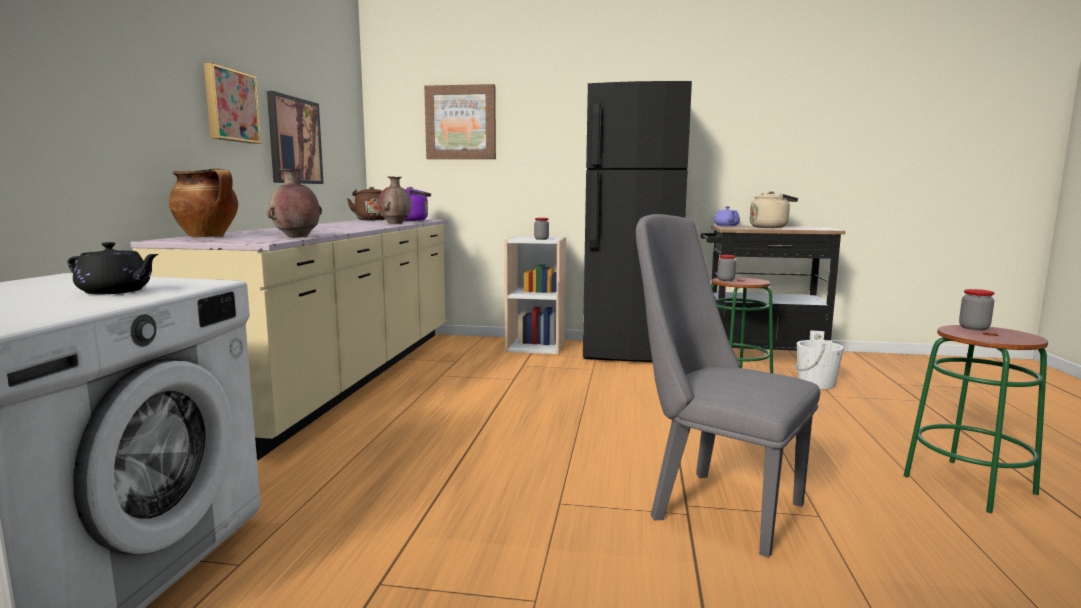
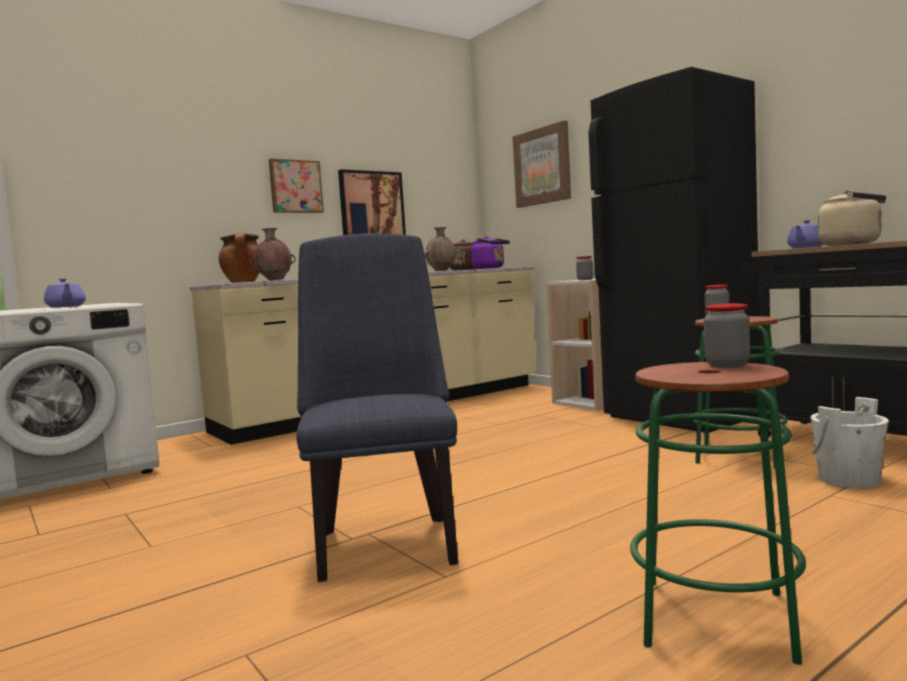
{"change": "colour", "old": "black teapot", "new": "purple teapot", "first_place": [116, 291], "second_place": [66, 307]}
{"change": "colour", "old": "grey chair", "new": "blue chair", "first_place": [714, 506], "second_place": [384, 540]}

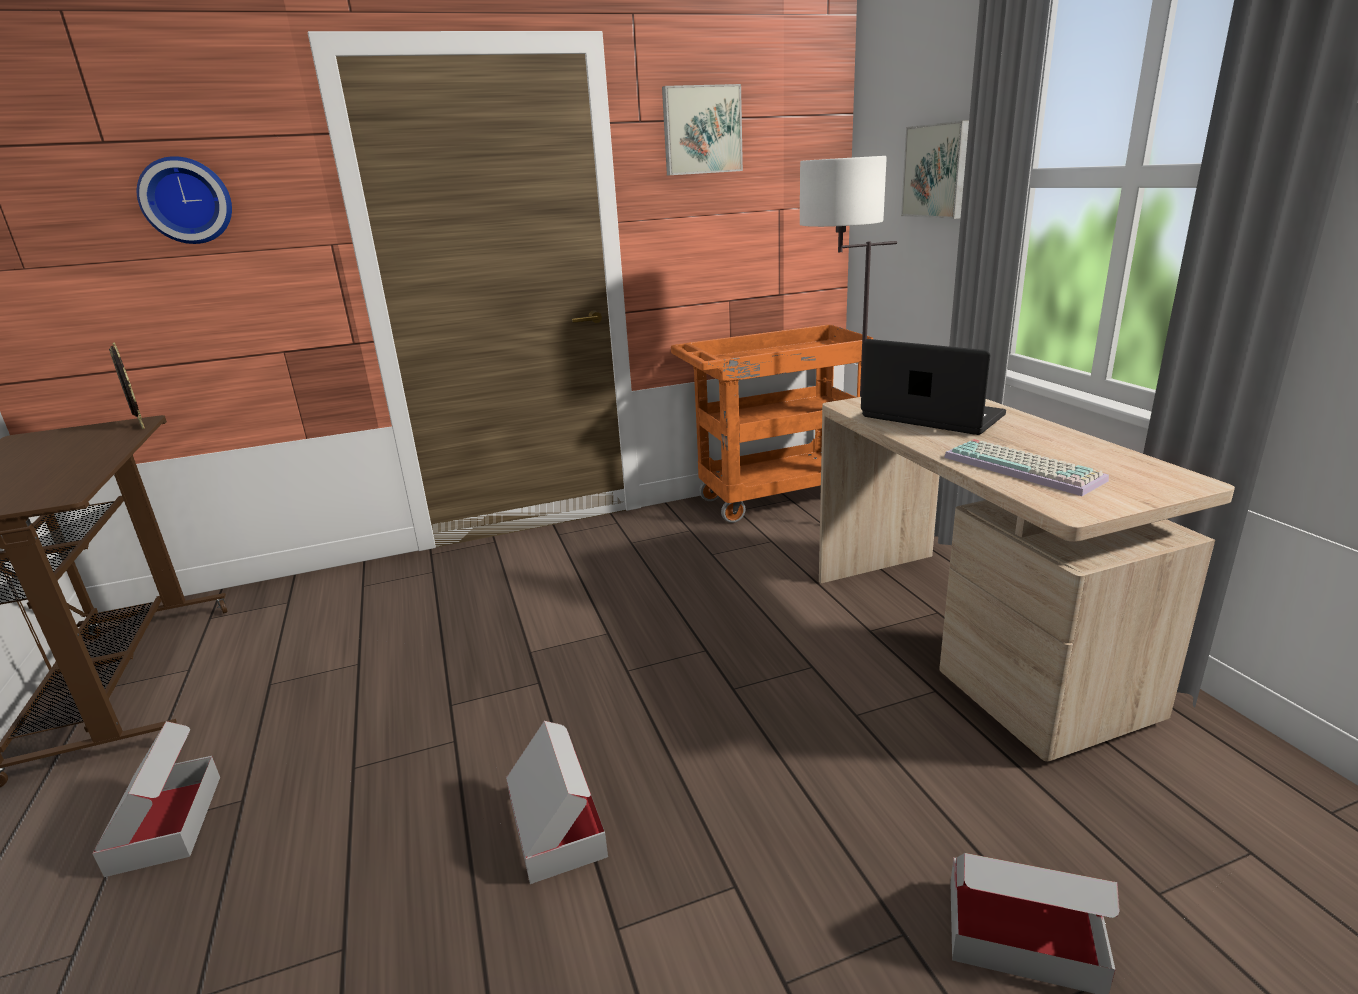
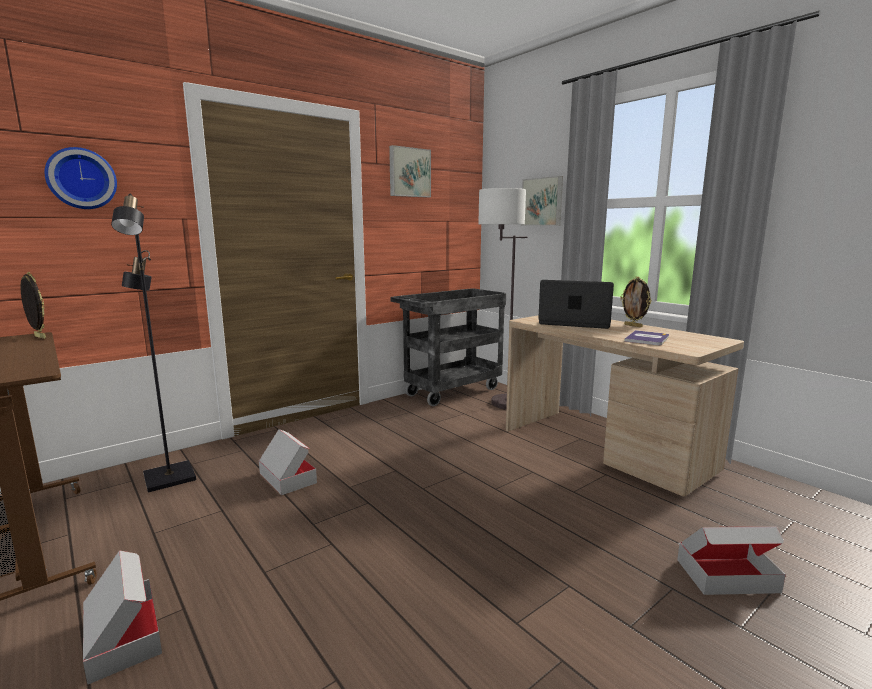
{"change": "appeared", "new": "black floor lamp", "second_place": [170, 477]}
{"change": "appeared", "new": "picture frame", "second_place": [633, 326]}
{"change": "relocated", "old": "cardboard box", "first_place": [556, 826], "second_place": [287, 478]}
{"change": "exchanged", "old": "keyboard", "new": "book", "first_place": [1025, 468], "second_place": [647, 339]}
{"change": "colour", "old": "orange cart", "new": "black cart", "first_place": [772, 500], "second_place": [449, 393]}

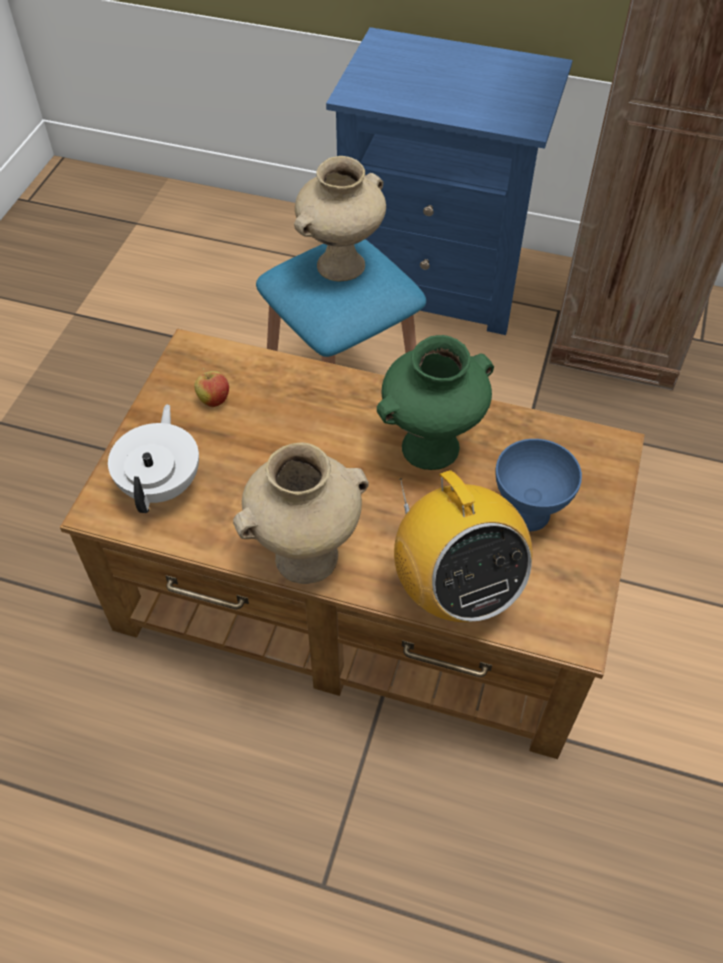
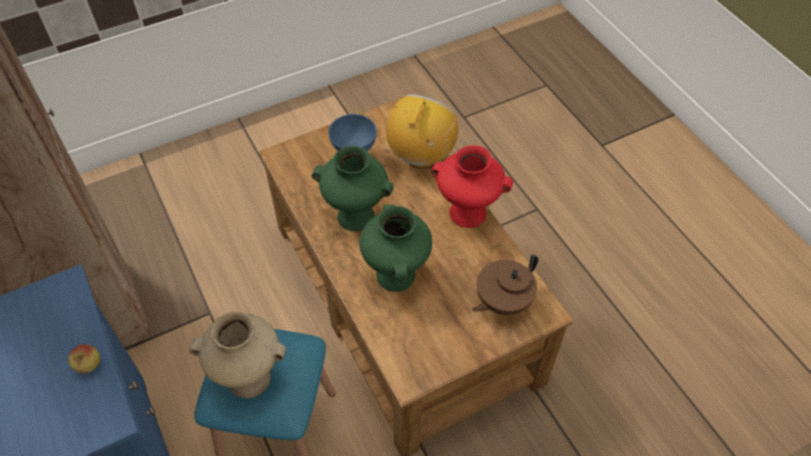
{"change": "appeared", "new": "green vase", "second_place": [397, 276]}
{"change": "relocated", "old": "apple", "first_place": [214, 400], "second_place": [89, 366]}
{"change": "colour", "old": "white teapot", "new": "brown teapot", "first_place": [162, 484], "second_place": [502, 301]}
{"change": "colour", "old": "beige vase", "new": "red vase", "first_place": [307, 555], "second_place": [466, 214]}

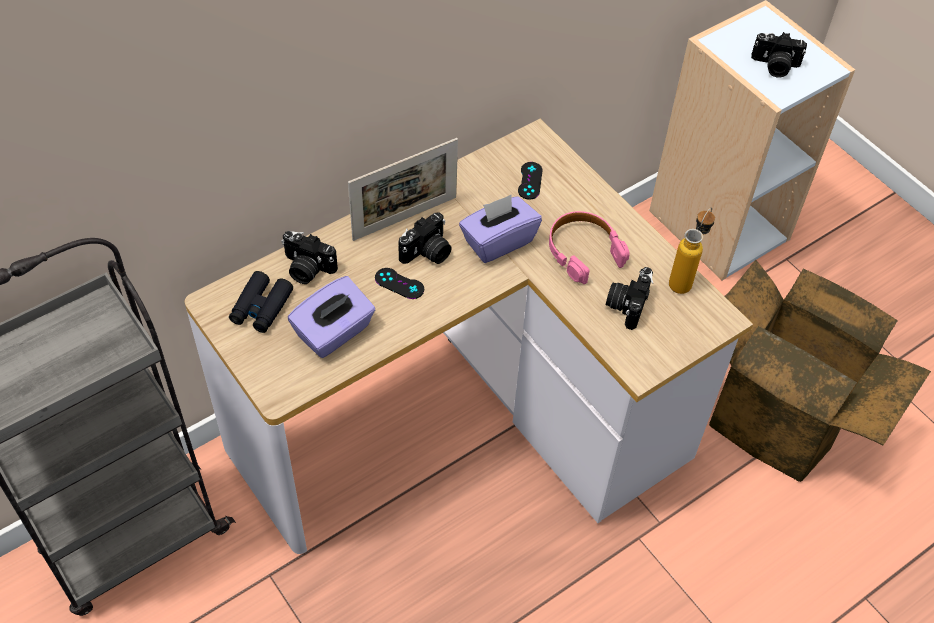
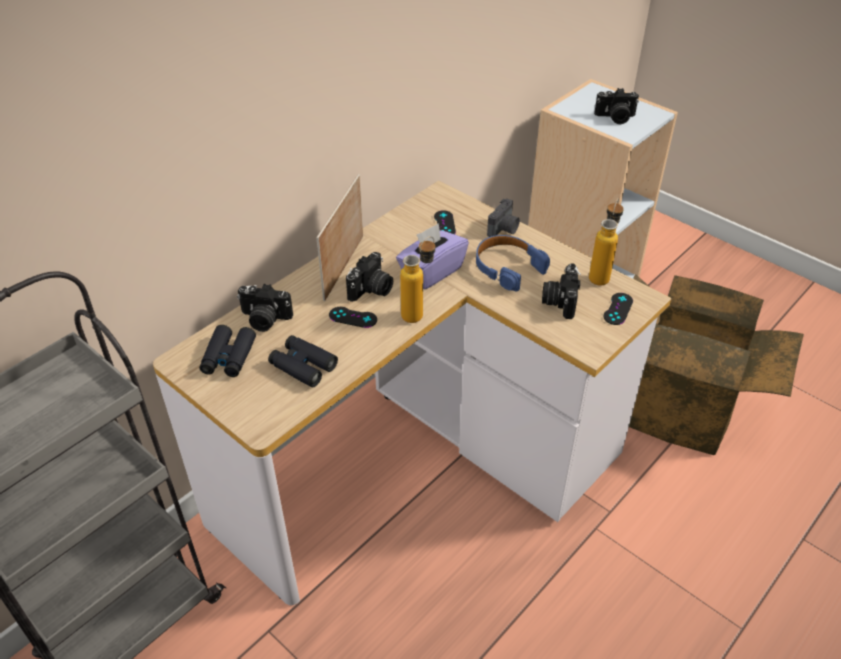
{"change": "appeared", "new": "bottle", "second_place": [418, 312]}
{"change": "appeared", "new": "photo camera", "second_place": [504, 229]}
{"change": "appeared", "new": "black game controller", "second_place": [618, 309]}
{"change": "exchanged", "old": "purple tissue box", "new": "black binoculars", "first_place": [334, 332], "second_place": [303, 366]}
{"change": "colour", "old": "pink headphones", "new": "blue headphones", "first_place": [583, 251], "second_place": [507, 267]}
{"change": "spun", "old": "picture frame", "first_place": [405, 218], "second_place": [344, 267], "degrees": 150}

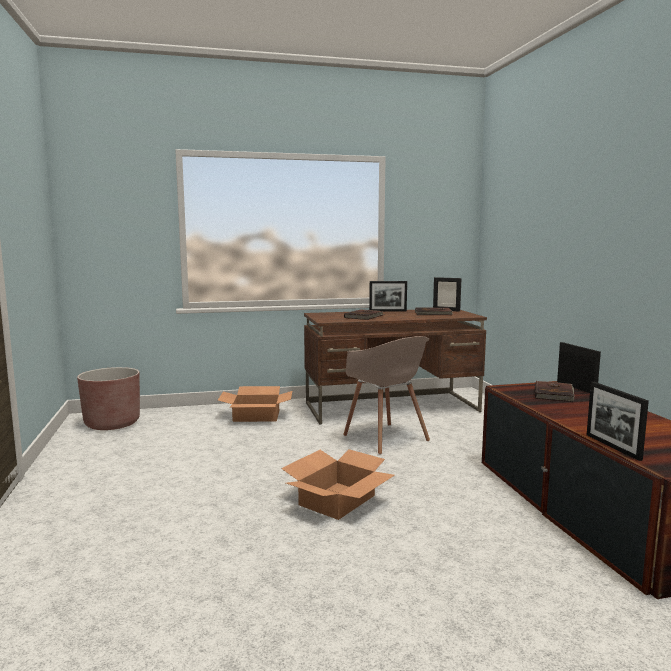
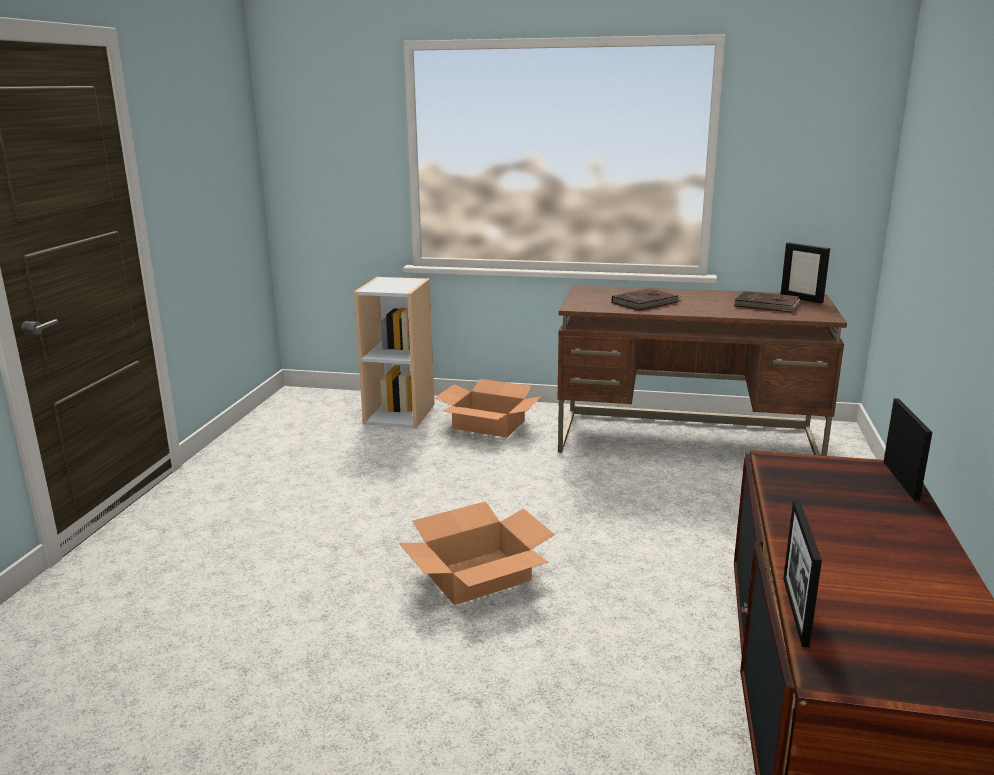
{"change": "missing", "old": "brown planter", "first_place": [112, 423]}
{"change": "missing", "old": "beige chair", "first_place": [386, 439]}
{"change": "missing", "old": "picture frame", "first_place": [387, 311]}
{"change": "missing", "old": "brown book", "first_place": [554, 394]}
{"change": "appeared", "new": "bookcase", "second_place": [400, 413]}

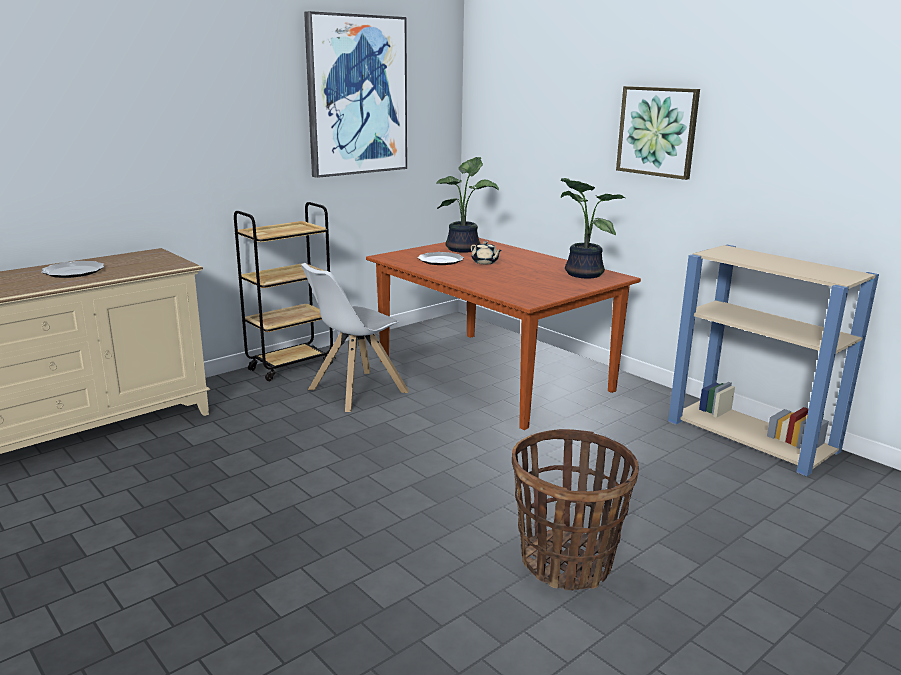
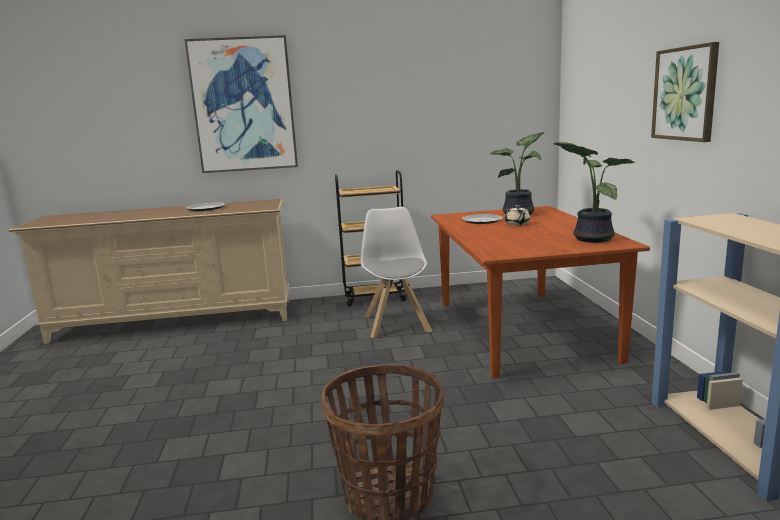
{"change": "relocated", "old": "picture", "first_place": [356, 96], "second_place": [244, 105]}
{"change": "spun", "old": "chair", "first_place": [355, 391], "second_place": [397, 323], "degrees": 90}

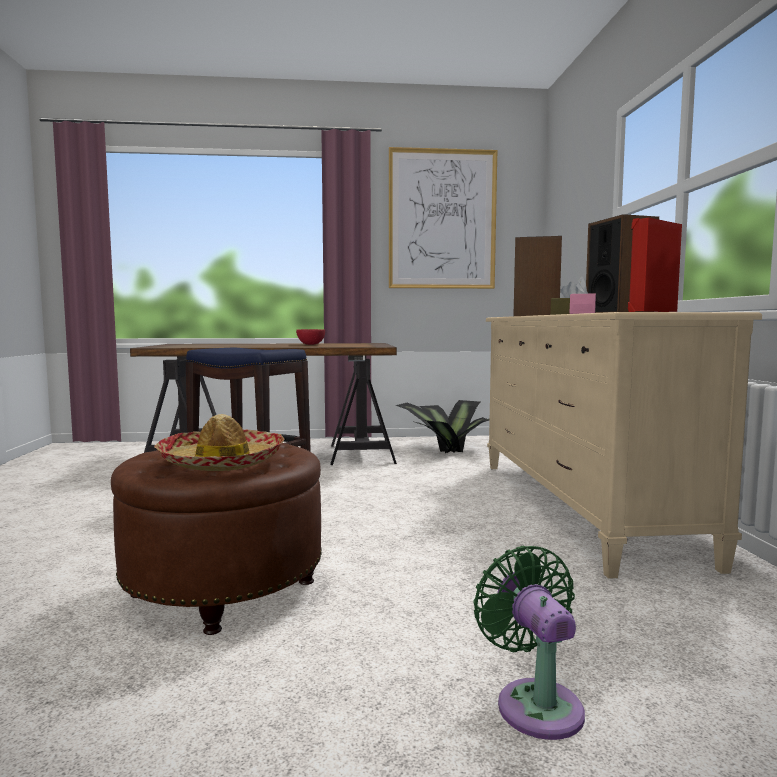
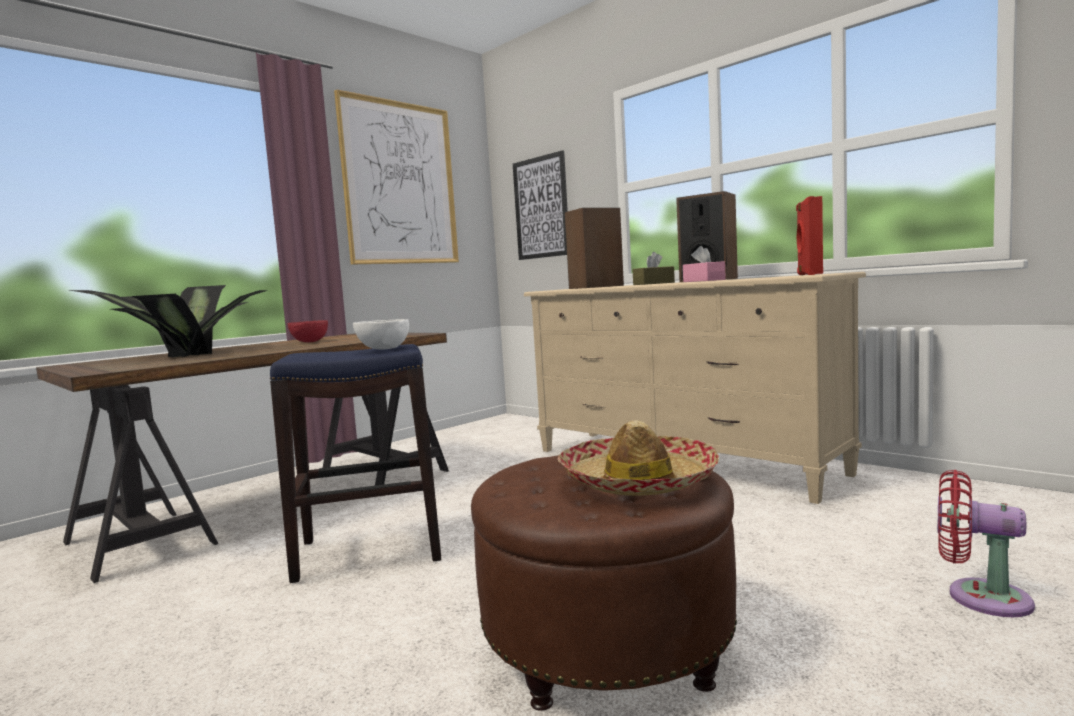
{"change": "appeared", "new": "white bowl", "second_place": [384, 349]}
{"change": "appeared", "new": "picture", "second_place": [541, 207]}
{"change": "relocated", "old": "potted plant", "first_place": [447, 449], "second_place": [183, 355]}
{"change": "colour", "old": "green fan", "new": "red fan", "first_place": [535, 702], "second_place": [979, 597]}

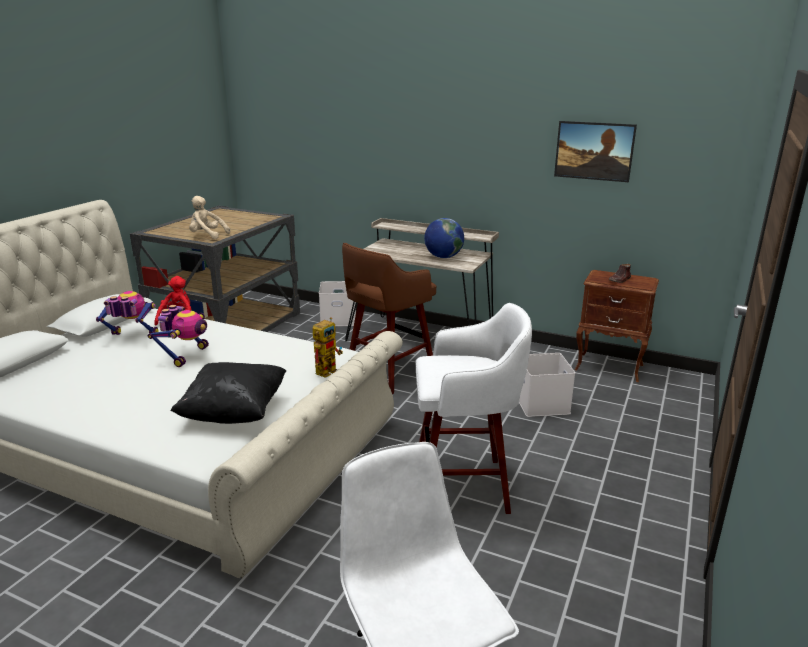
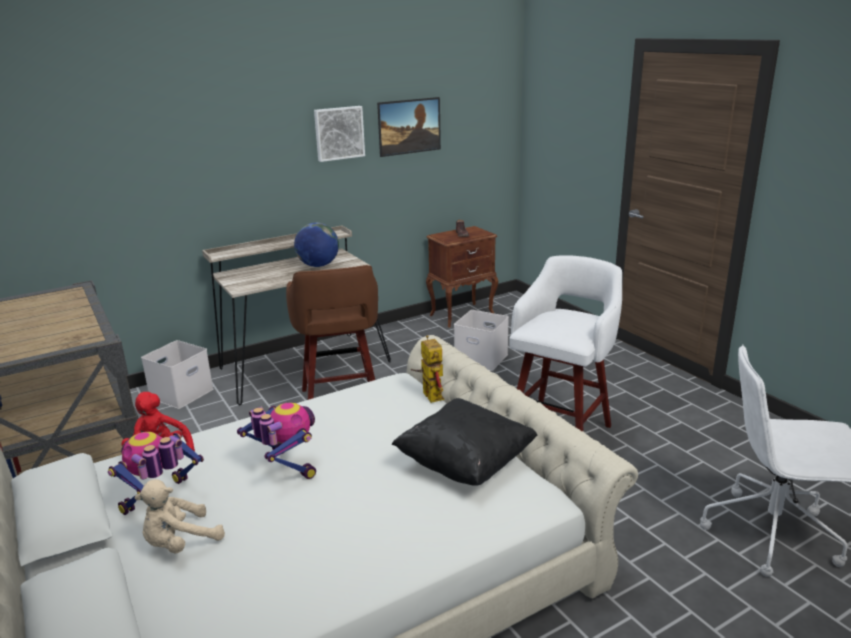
{"change": "appeared", "new": "picture", "second_place": [338, 133]}
{"change": "relocated", "old": "beige plush toy", "first_place": [207, 236], "second_place": [180, 543]}

